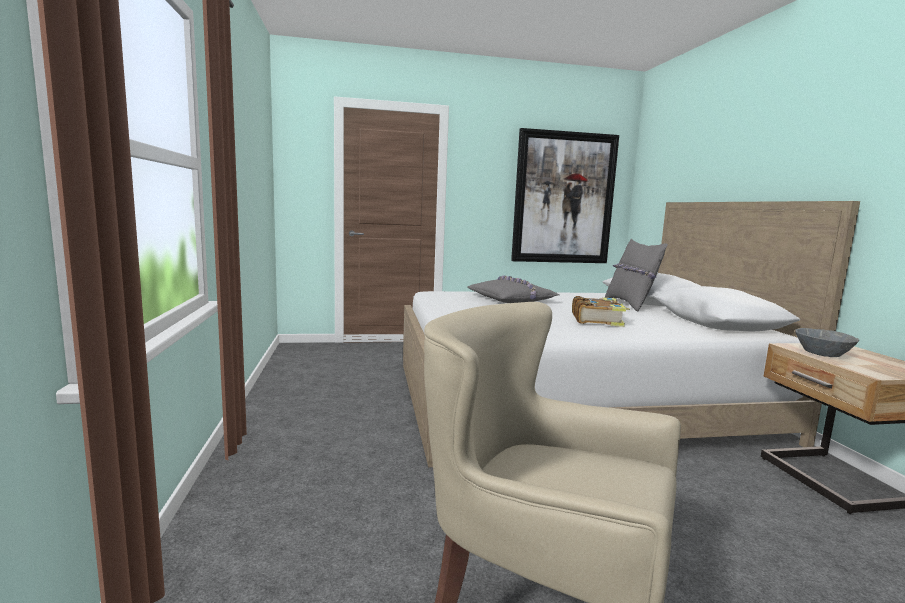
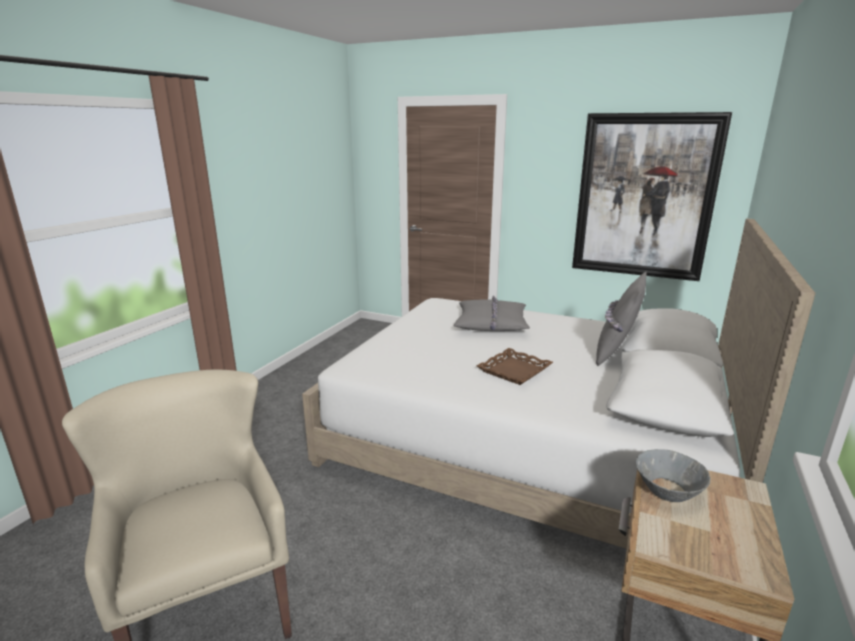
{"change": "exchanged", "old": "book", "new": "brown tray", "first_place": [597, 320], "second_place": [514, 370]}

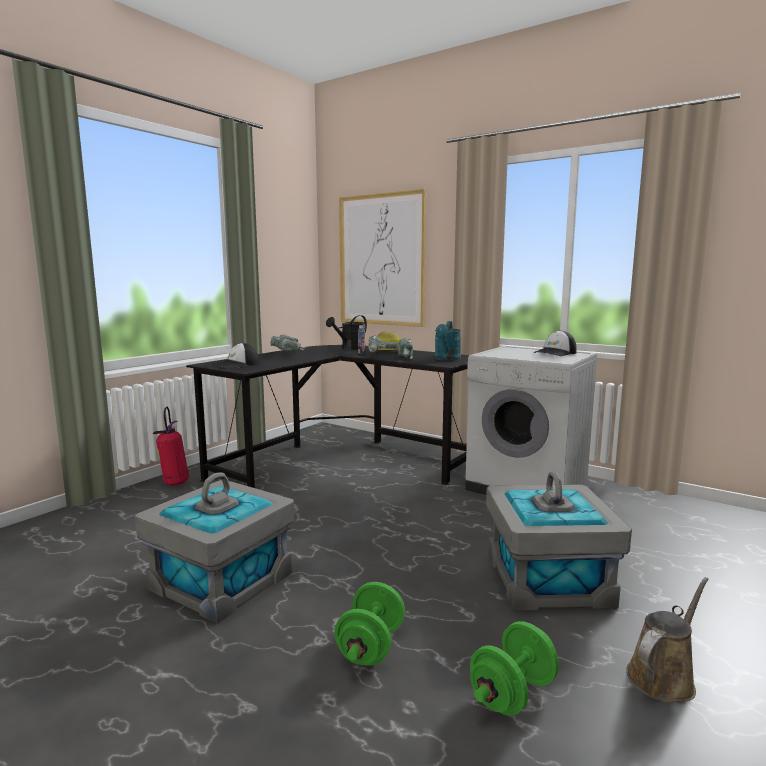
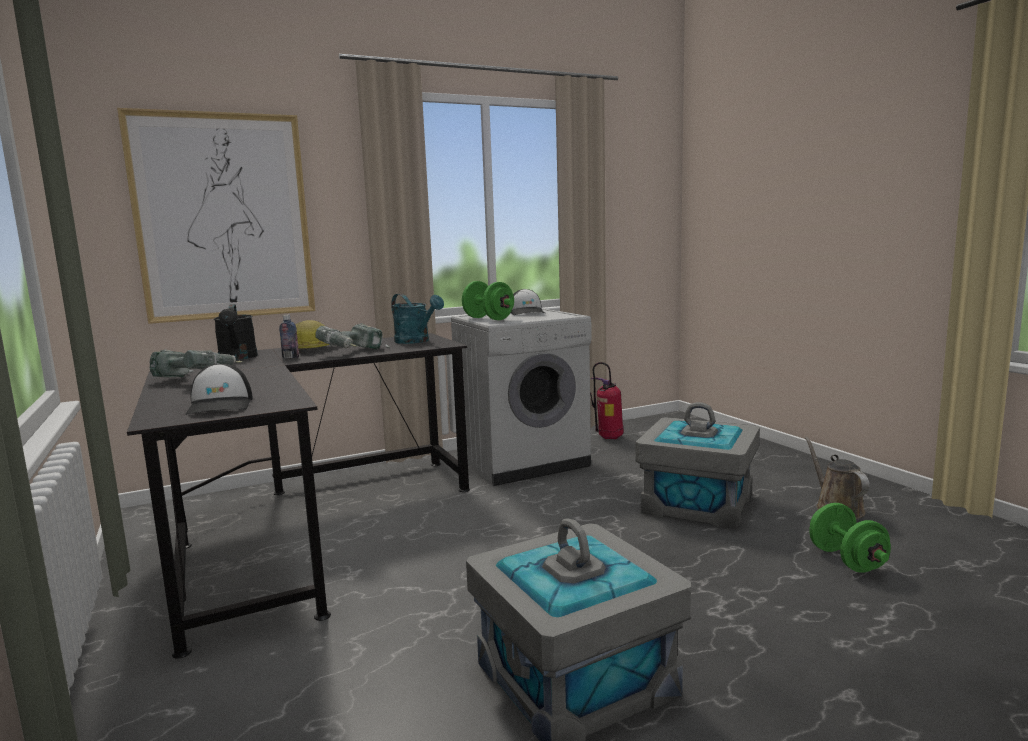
{"change": "relocated", "old": "fire extinguisher", "first_place": [175, 483], "second_place": [608, 438]}
{"change": "relocated", "old": "green dumbbell", "first_place": [371, 646], "second_place": [488, 319]}

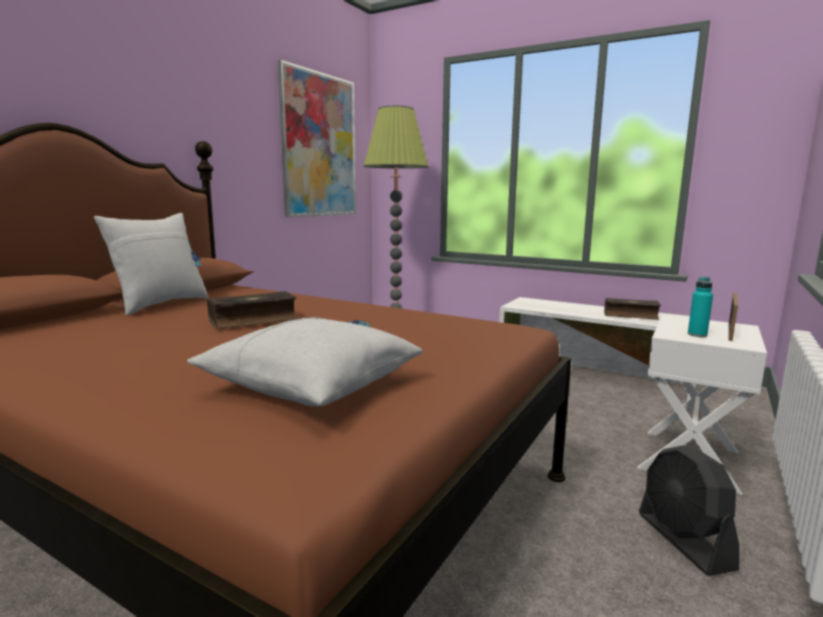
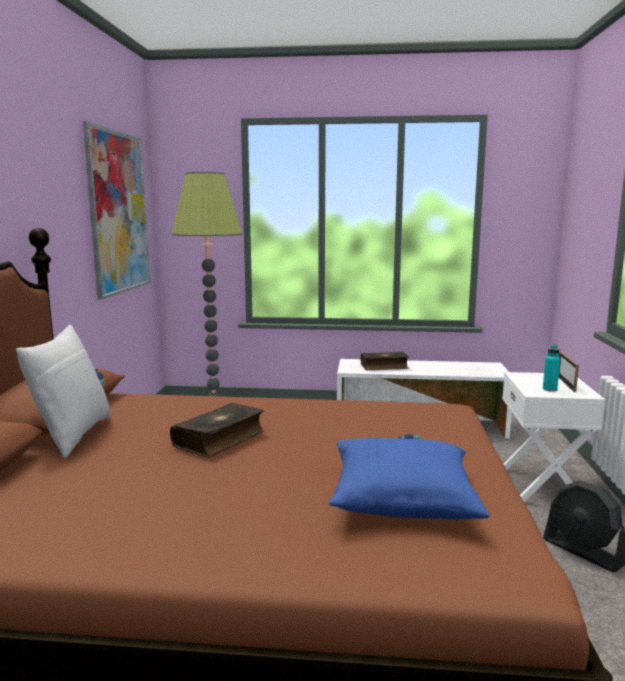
{"change": "relocated", "old": "book", "first_place": [630, 315], "second_place": [384, 367]}
{"change": "colour", "old": "grey pillow", "new": "blue pillow", "first_place": [312, 387], "second_place": [403, 501]}

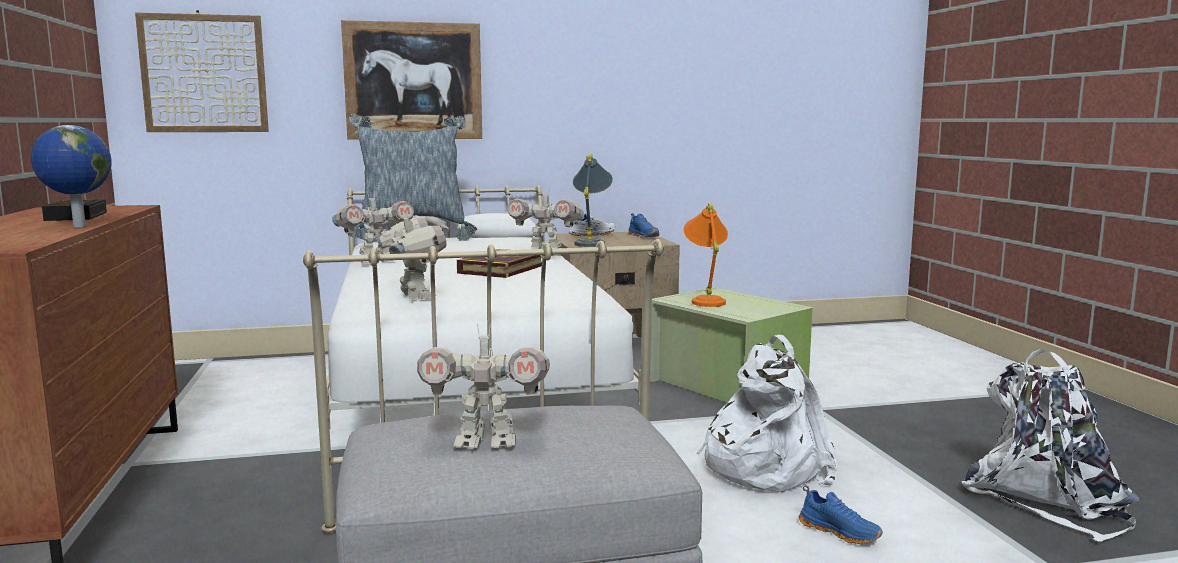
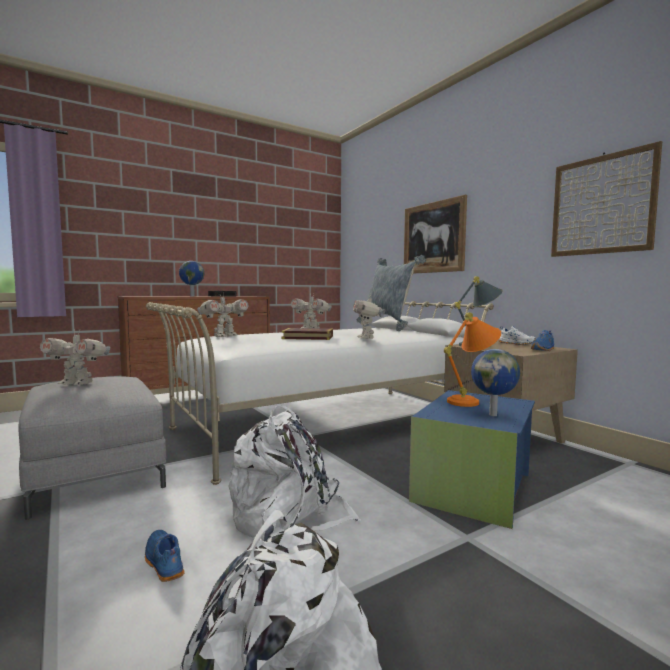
{"change": "appeared", "new": "globe", "second_place": [493, 415]}
{"change": "relocated", "old": "picture", "first_place": [204, 71], "second_place": [602, 203]}
{"change": "colour", "old": "green storage box", "new": "blue storage box", "first_place": [727, 386], "second_place": [475, 487]}
{"change": "spun", "old": "toy robot", "first_place": [486, 442], "second_place": [77, 383], "degrees": -60}
{"change": "spun", "old": "blue shoe", "first_place": [840, 532], "second_place": [163, 563], "degrees": 120}

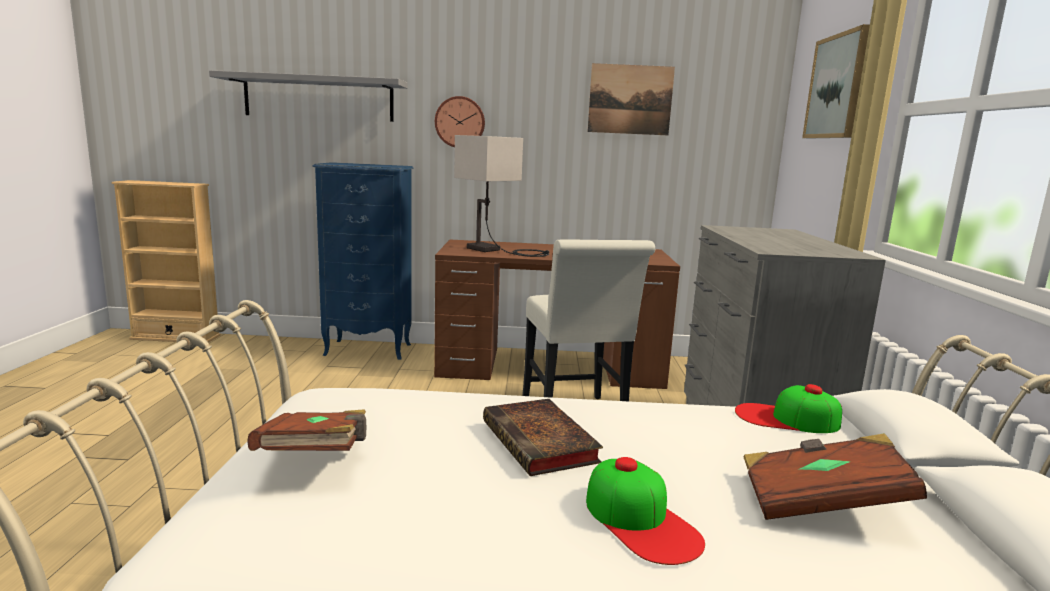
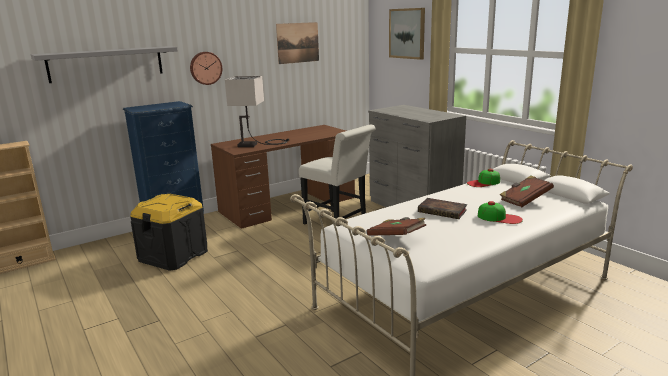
{"change": "appeared", "new": "black storage box", "second_place": [173, 256]}

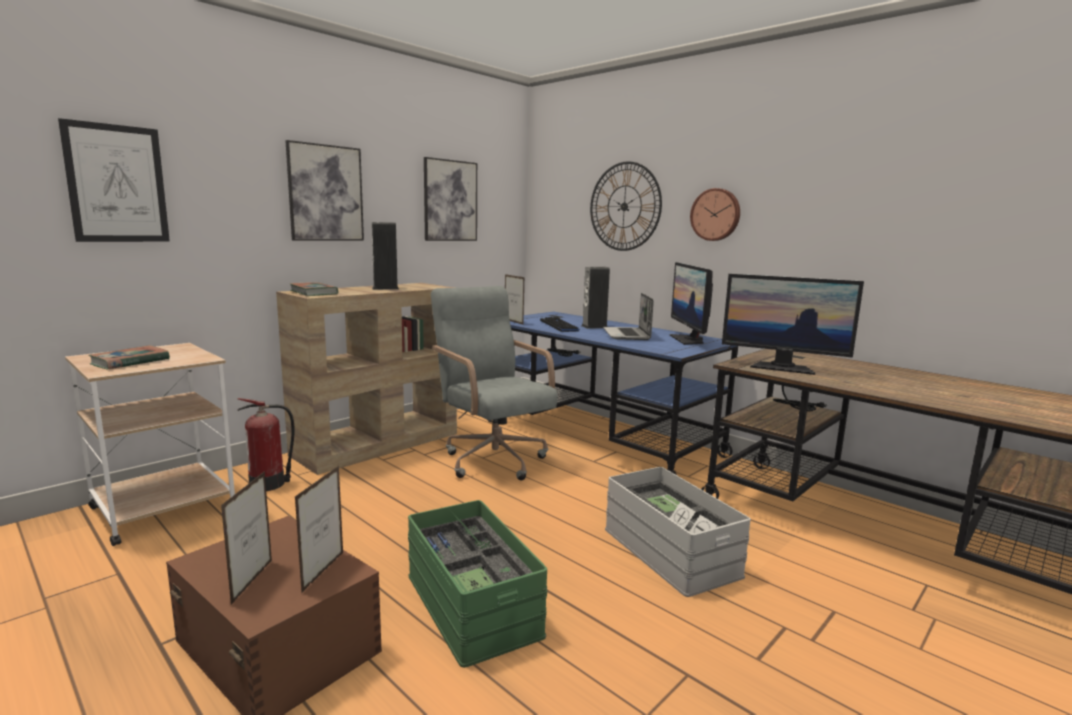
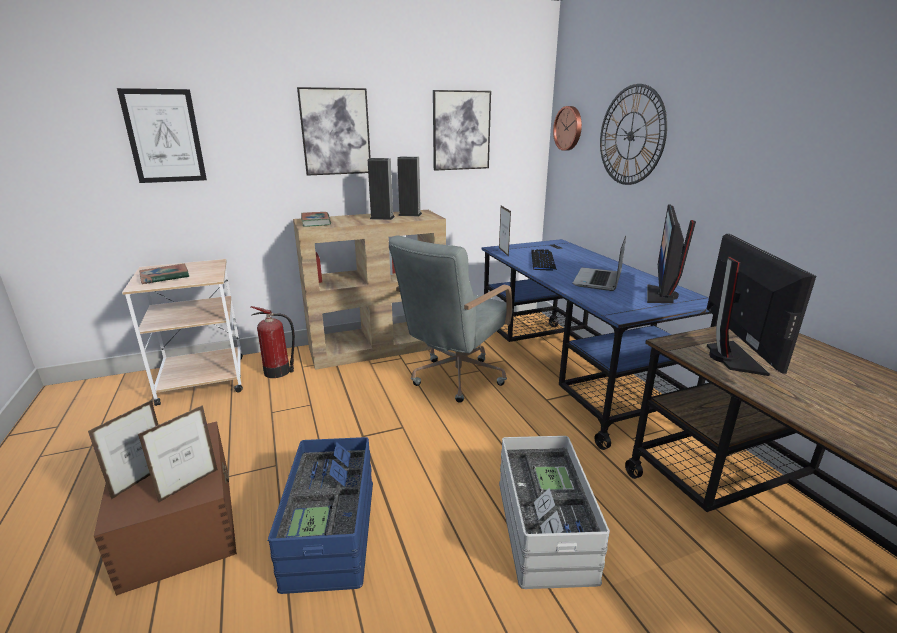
{"change": "relocated", "old": "speaker", "first_place": [594, 326], "second_place": [410, 214]}
{"change": "relocated", "old": "wall clock", "first_place": [716, 214], "second_place": [569, 128]}
{"change": "colour", "old": "green storage box", "new": "blue storage box", "first_place": [470, 604], "second_place": [329, 529]}
{"change": "spun", "old": "grey office chair", "first_place": [492, 460], "second_place": [455, 380], "degrees": -135}
{"change": "spun", "old": "monitor", "first_place": [782, 367], "second_place": [730, 357], "degrees": -135}

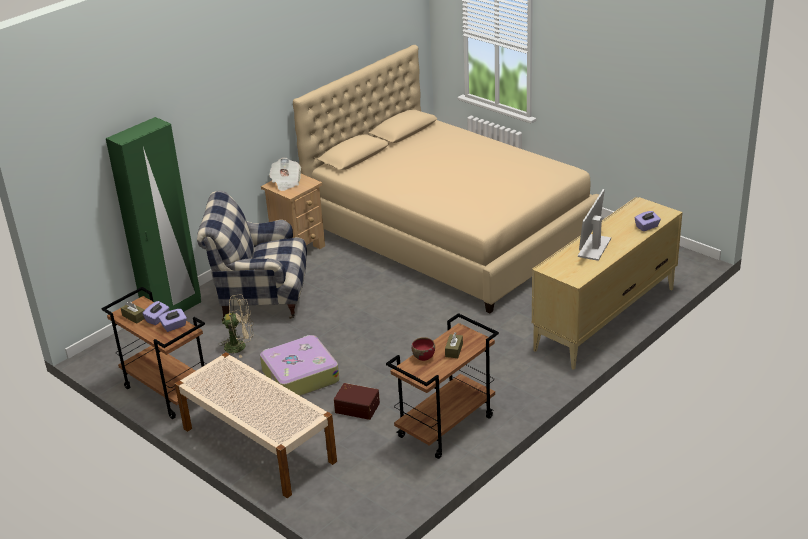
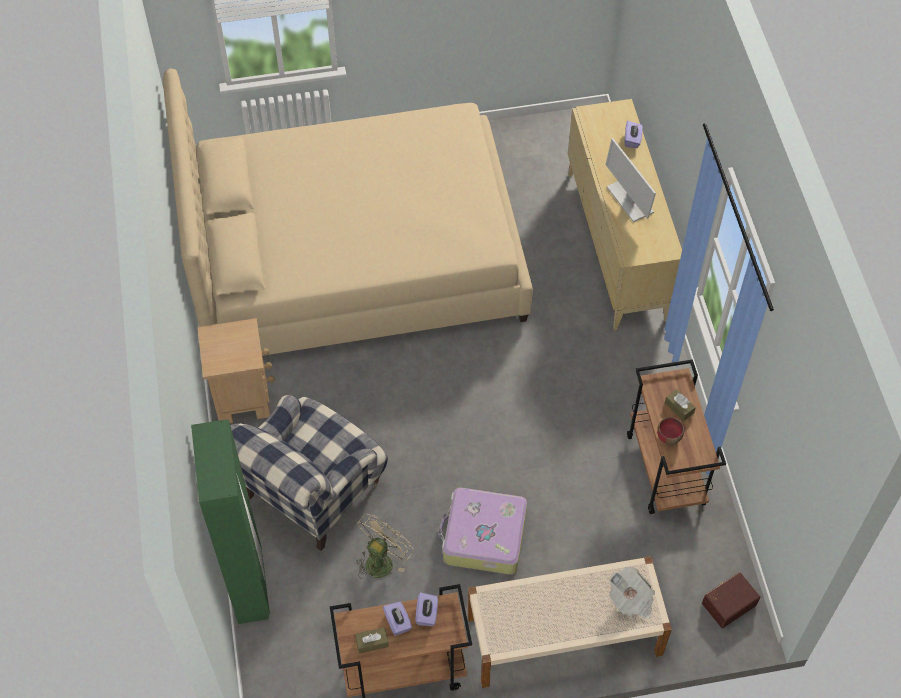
{"change": "relocated", "old": "newspaper", "first_place": [286, 182], "second_place": [631, 600]}
{"change": "relocated", "old": "brown storage box", "first_place": [357, 407], "second_place": [728, 603]}

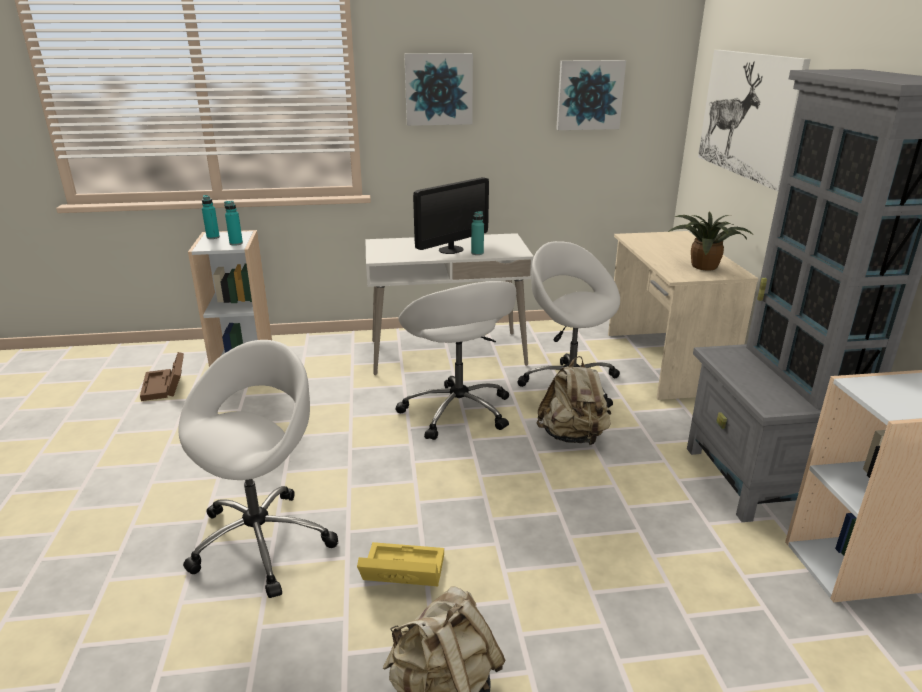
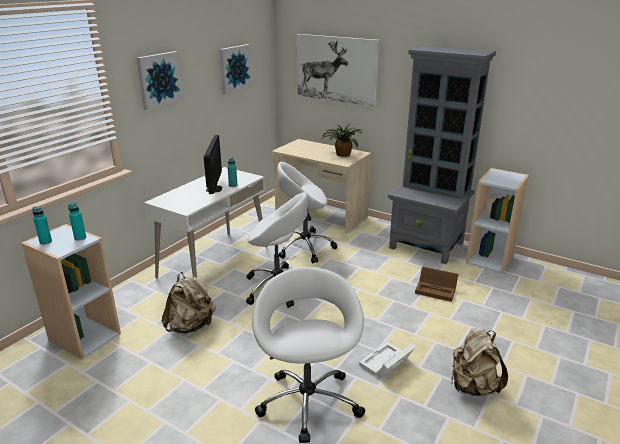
{"change": "relocated", "old": "brown storage box", "first_place": [165, 386], "second_place": [437, 290]}
{"change": "relocated", "old": "beige backpack", "first_place": [573, 436], "second_place": [191, 326]}
{"change": "colour", "old": "yellow storage box", "new": "white storage box", "first_place": [400, 572], "second_place": [386, 364]}

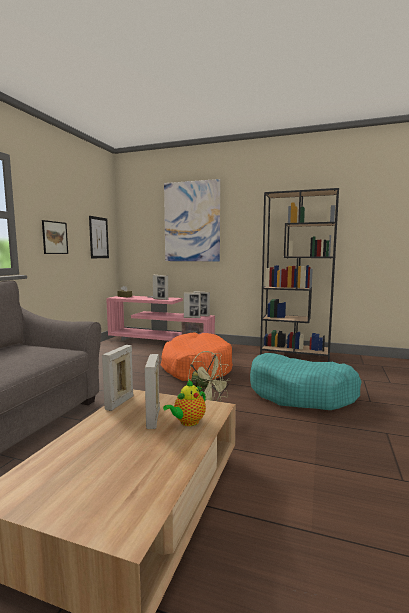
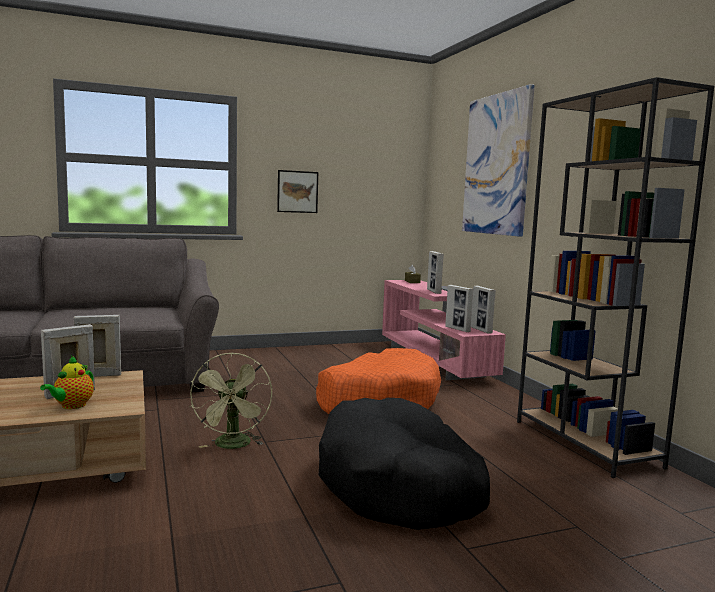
{"change": "missing", "old": "picture", "first_place": [99, 237]}
{"change": "colour", "old": "turquoise dog bed", "new": "black dog bed", "first_place": [301, 393], "second_place": [400, 484]}
{"change": "spun", "old": "teapot", "first_place": [188, 422], "second_place": [71, 406], "degrees": -75}

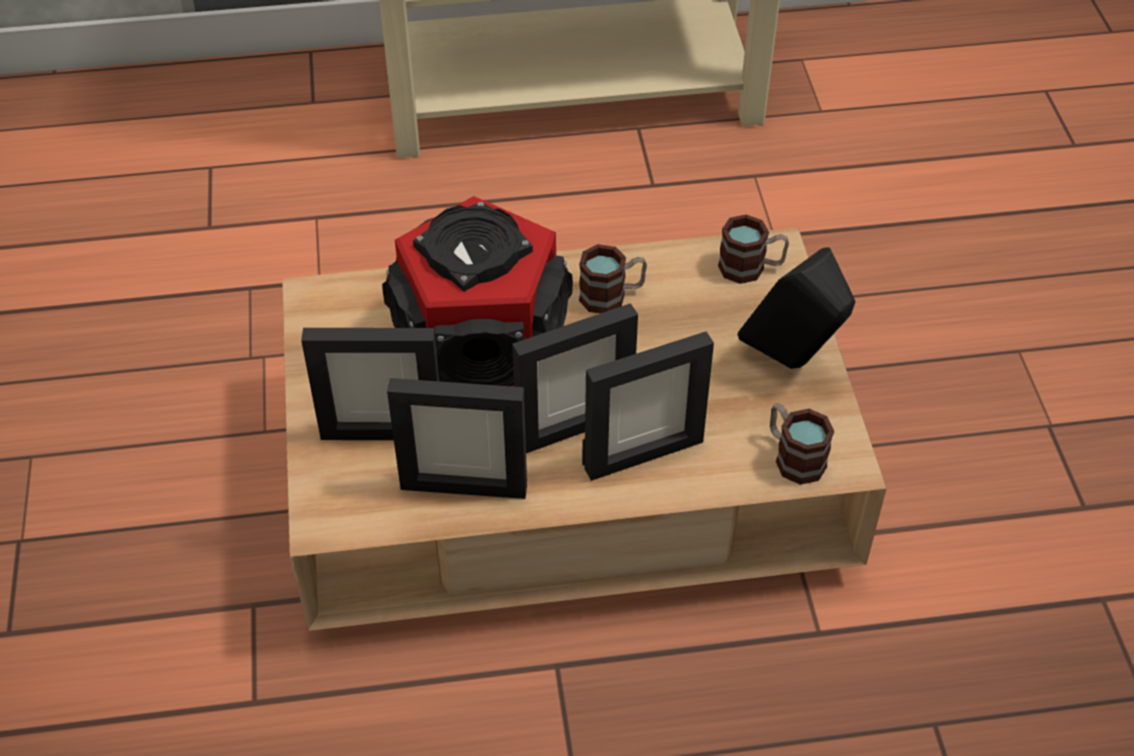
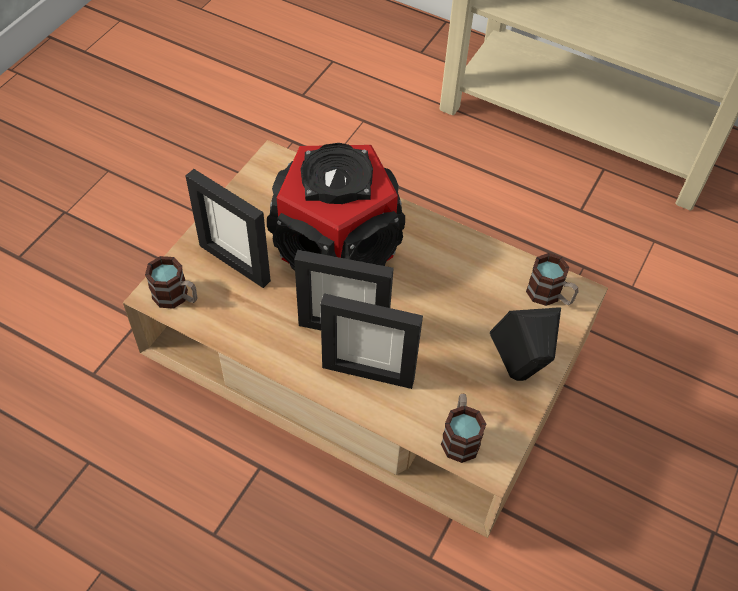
{"change": "missing", "old": "picture frame", "first_place": [464, 485]}
{"change": "relocated", "old": "mug", "first_place": [612, 296], "second_place": [176, 297]}

